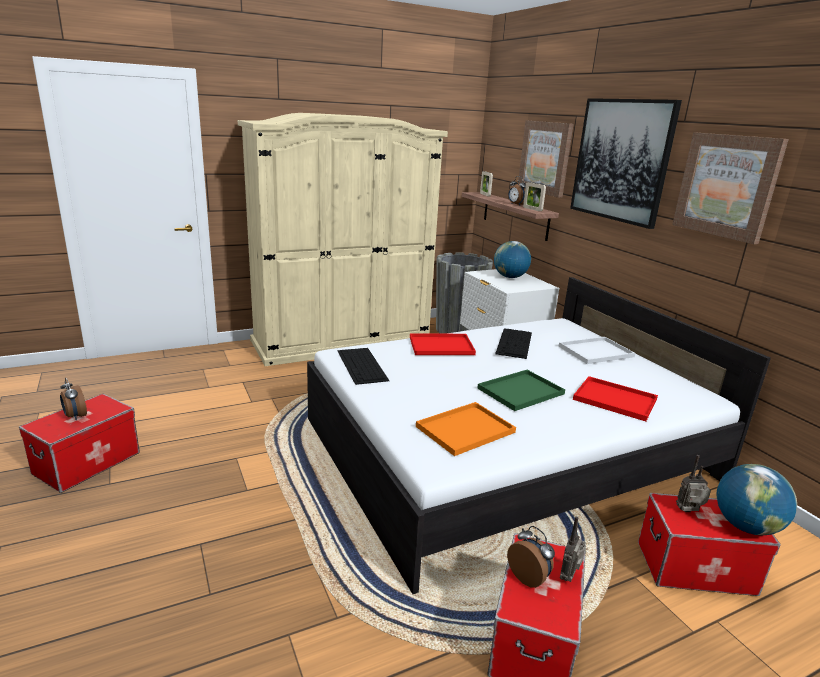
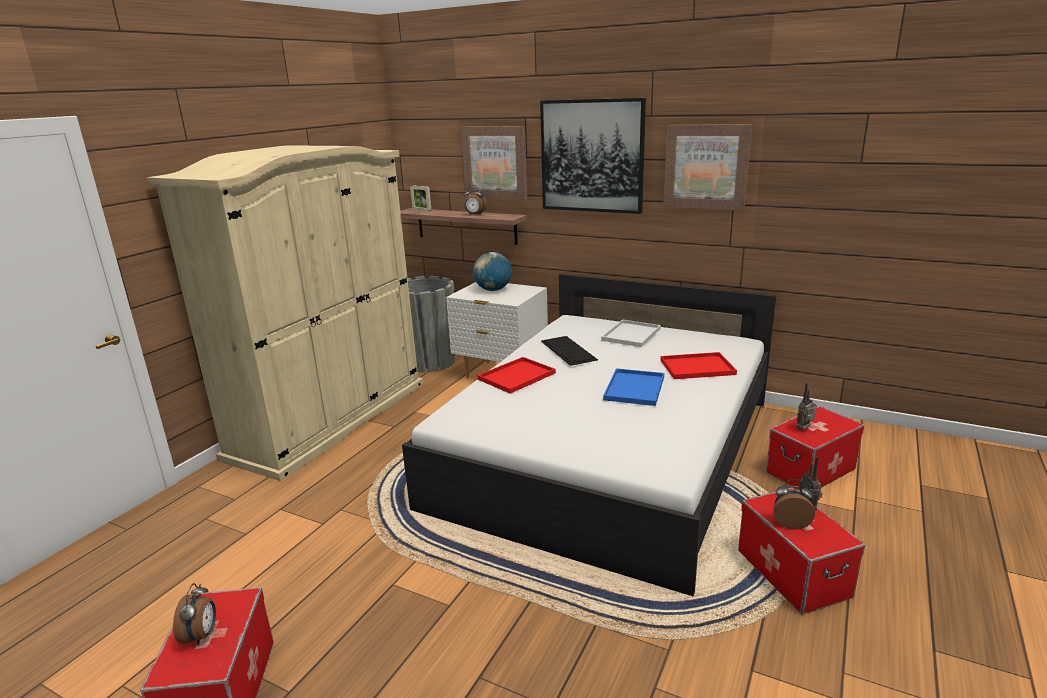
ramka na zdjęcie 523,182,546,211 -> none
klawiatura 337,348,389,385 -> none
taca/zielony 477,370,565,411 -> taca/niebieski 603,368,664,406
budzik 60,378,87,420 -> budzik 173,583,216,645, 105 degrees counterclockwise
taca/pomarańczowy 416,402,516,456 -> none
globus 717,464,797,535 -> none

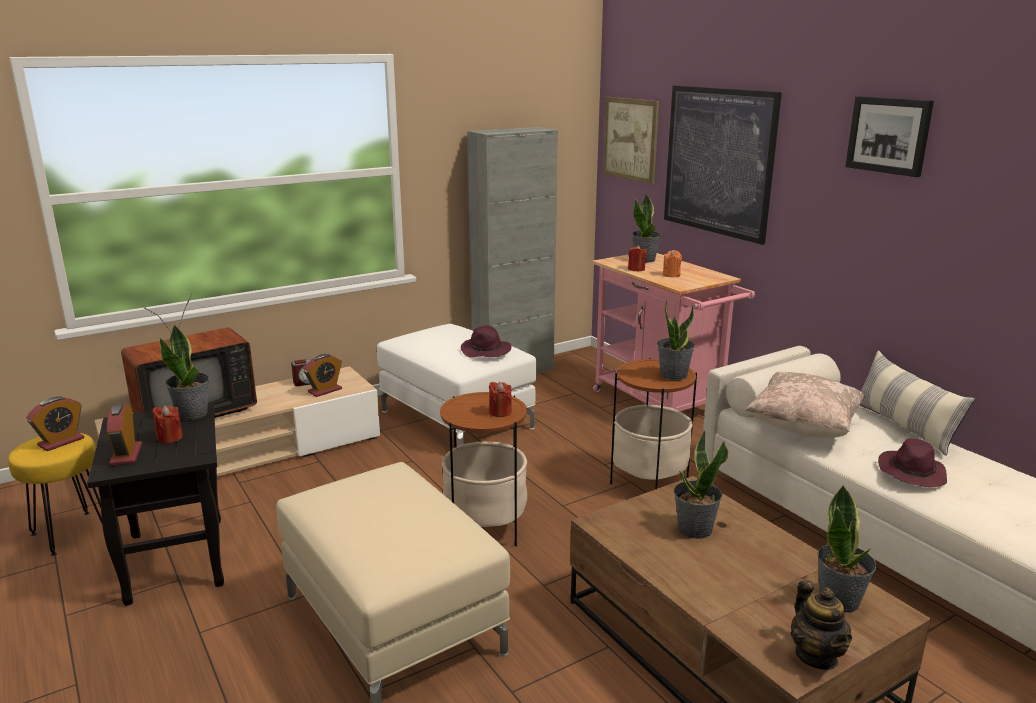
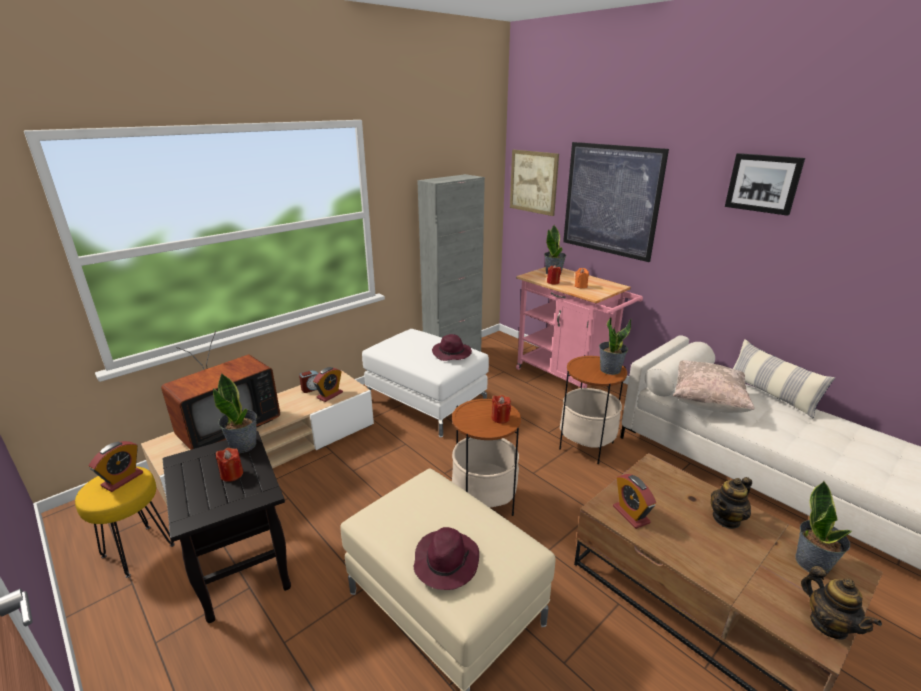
budzik 107,403,142,466 -> budzik 613,474,656,529, move
roślina doniczkowa 674,431,728,539 -> none
kapelusz/fioletowy 878,438,947,487 -> kapelusz/fioletowy 413,527,479,590, move
none -> imbryk 711,477,752,529

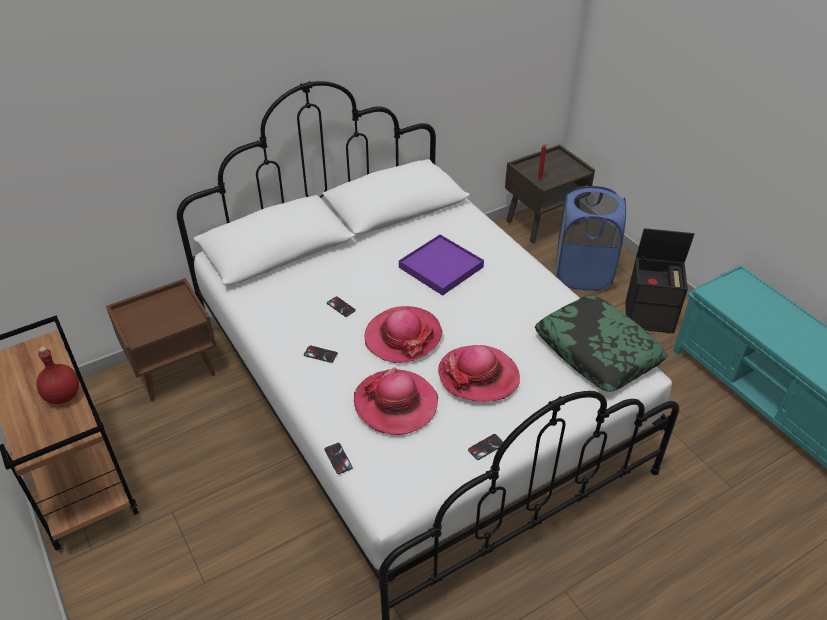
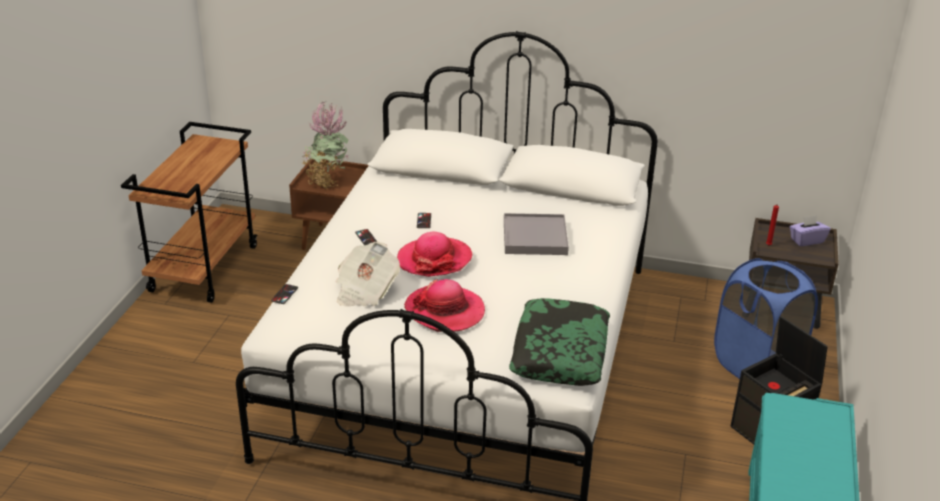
taca/fioletowy 399,234,484,296 -> taca/szary 504,213,569,255
butelka/czerwony 37,346,79,404 -> none
kapelusz 354,368,438,435 -> gazeta 336,242,400,307
telefon 468,434,503,460 -> none
none -> roślina doniczkowa 302,101,349,189
none -> pudełko chusteczek/fioletowy 790,215,831,246

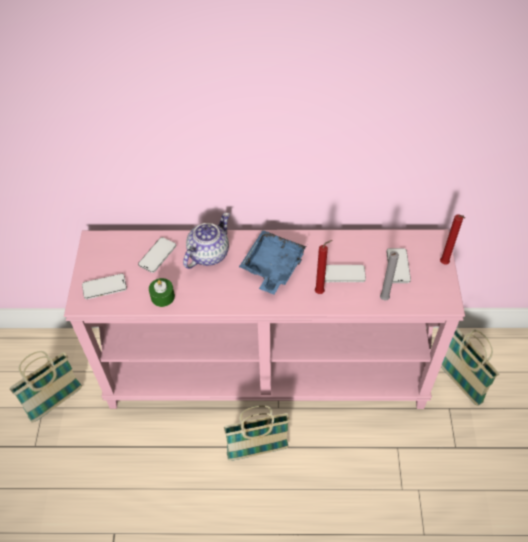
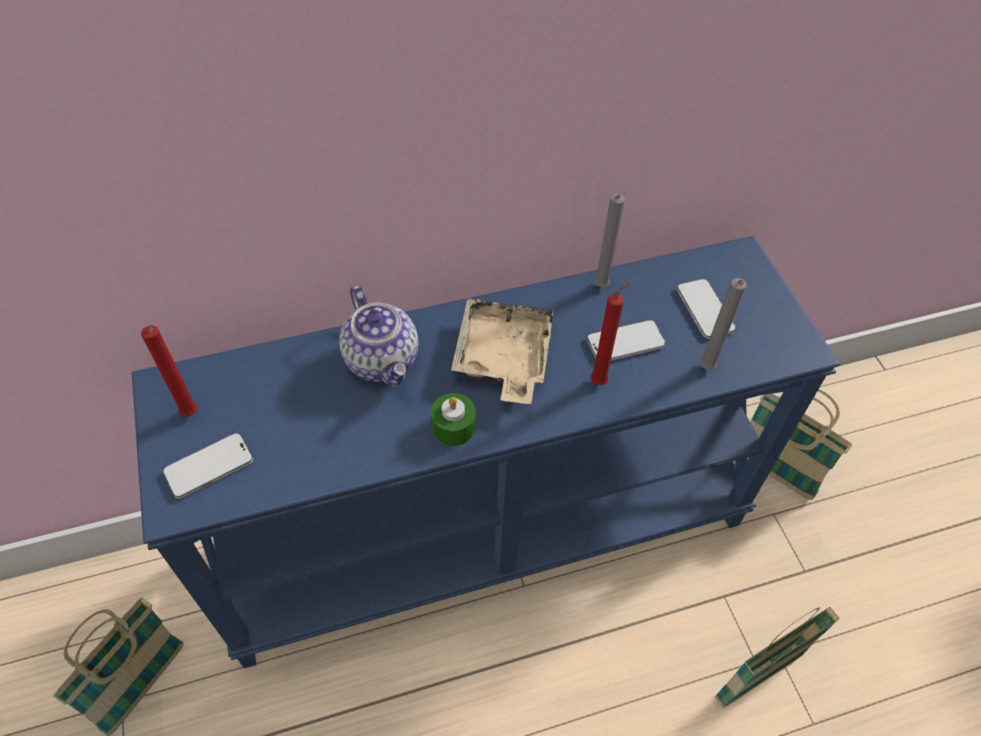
imbryk 183,213,230,269 -> imbryk 339,285,419,386, 135 degrees clockwise
świeca/czerwony 440,214,465,264 -> świeca/czerwony 141,325,197,417, move
stolik konsolowy/różowy 64,229,465,409 -> stolik konsolowy/niebieski 132,236,840,668
taca/niebieski 239,230,306,294 -> taca/beżowy 451,298,554,404
telefon 138,237,176,273 -> none
świeca/zielony 149,278,175,307 -> świeca/zielony 431,393,476,446, move
koszyk 224,406,290,461 -> koszyk 714,607,840,708, move
none -> świeca/szary 594,194,625,287

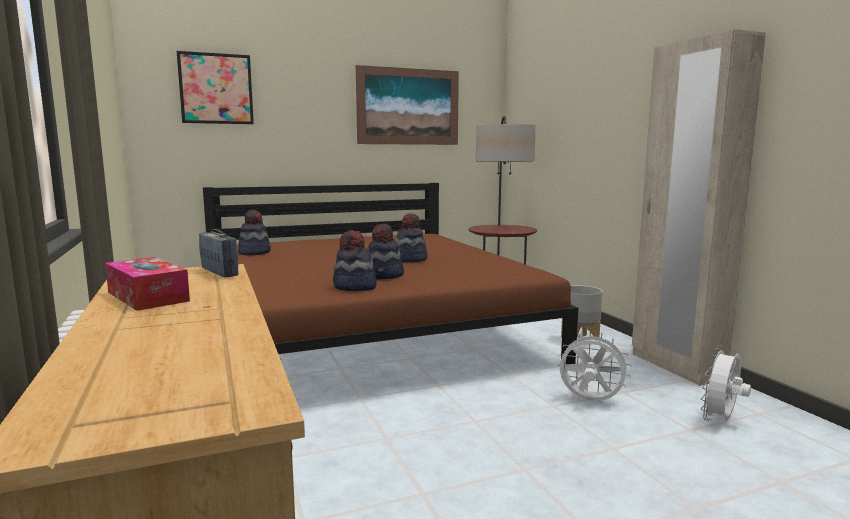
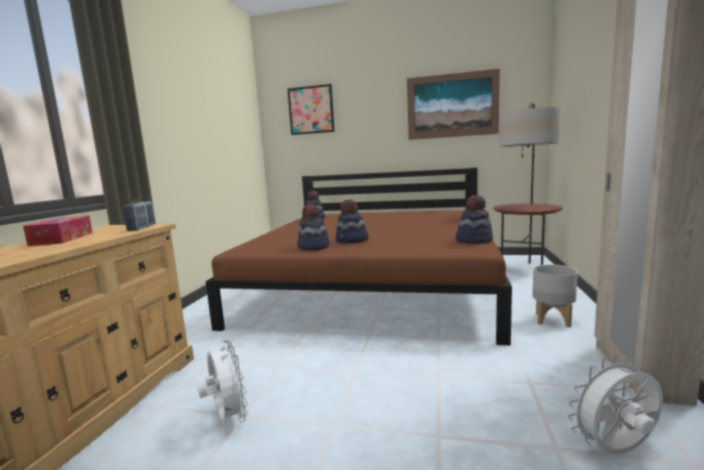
kapelusz 395,213,428,262 -> kapelusz 456,195,493,244, move
wentylator/biały 558,331,631,401 -> wentylator/biały 197,340,248,423, move

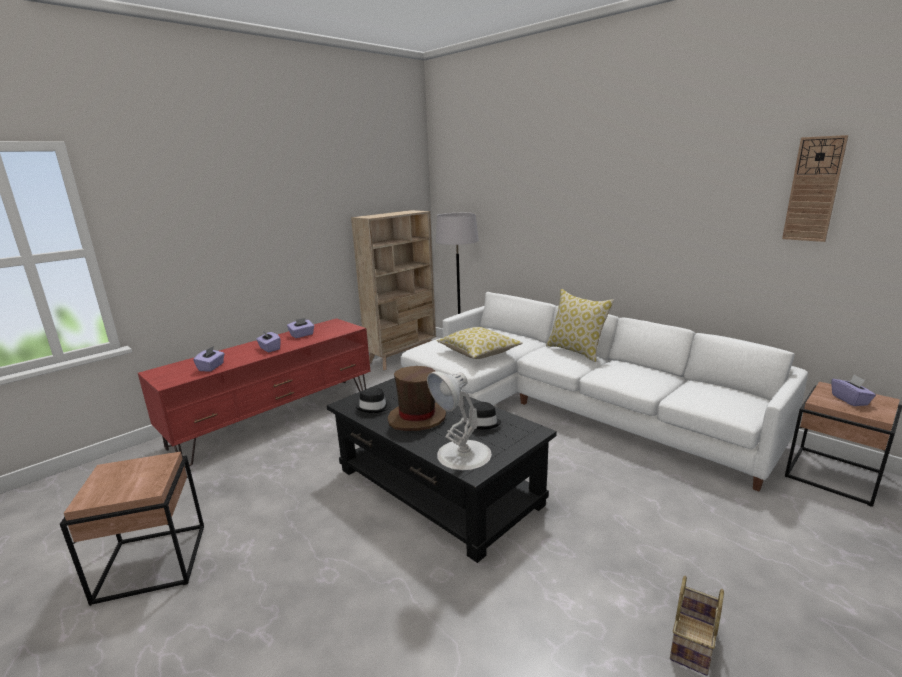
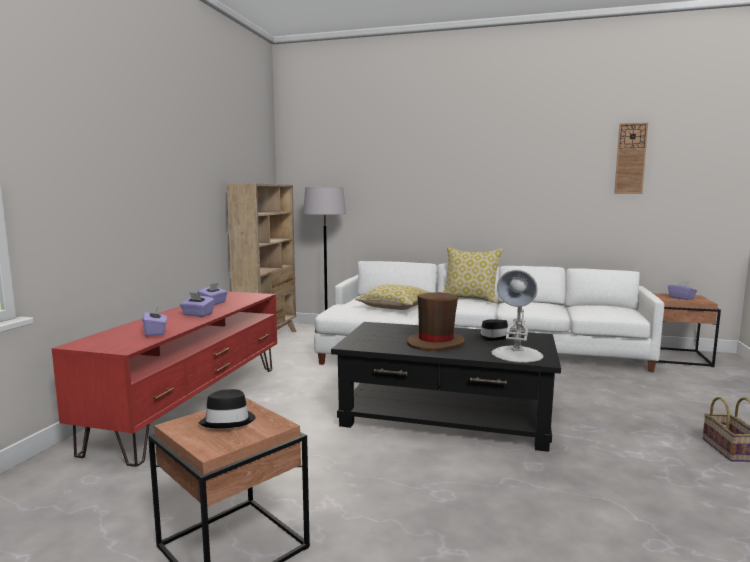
kapelusz/czarny 355,388,391,413 -> kapelusz/czarny 199,389,256,428, move

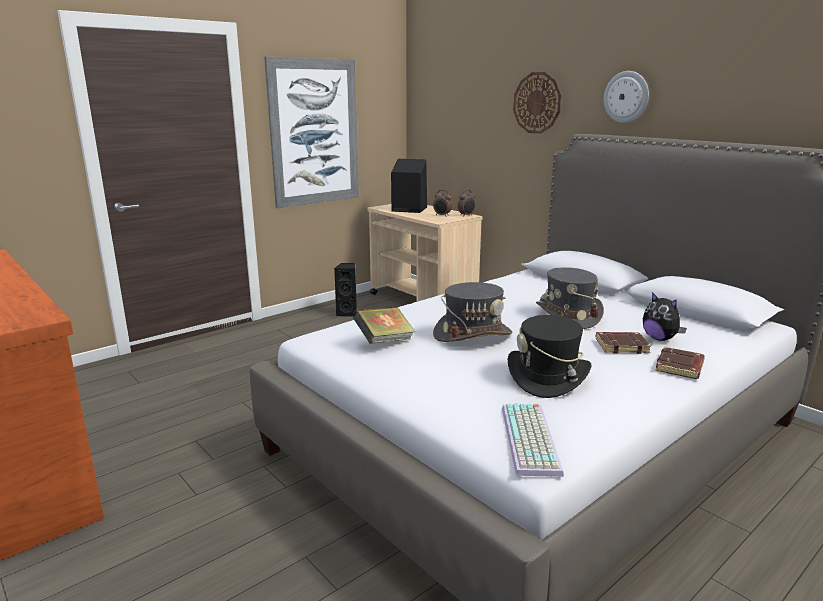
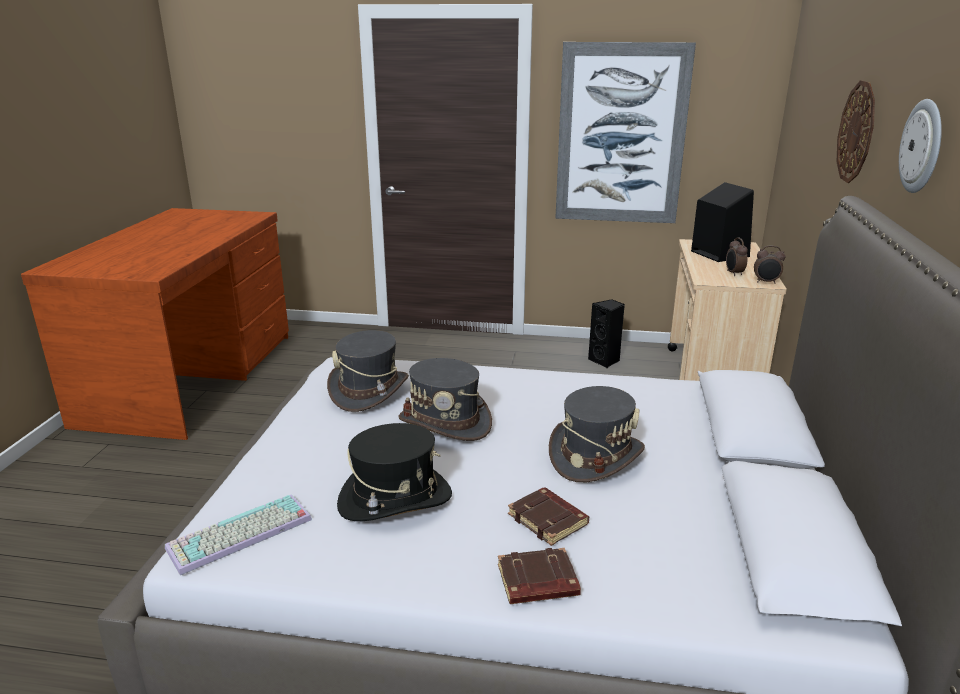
pluszak 643,292,687,341 -> none
książka 352,307,416,344 -> kapelusz/szary 327,330,409,412

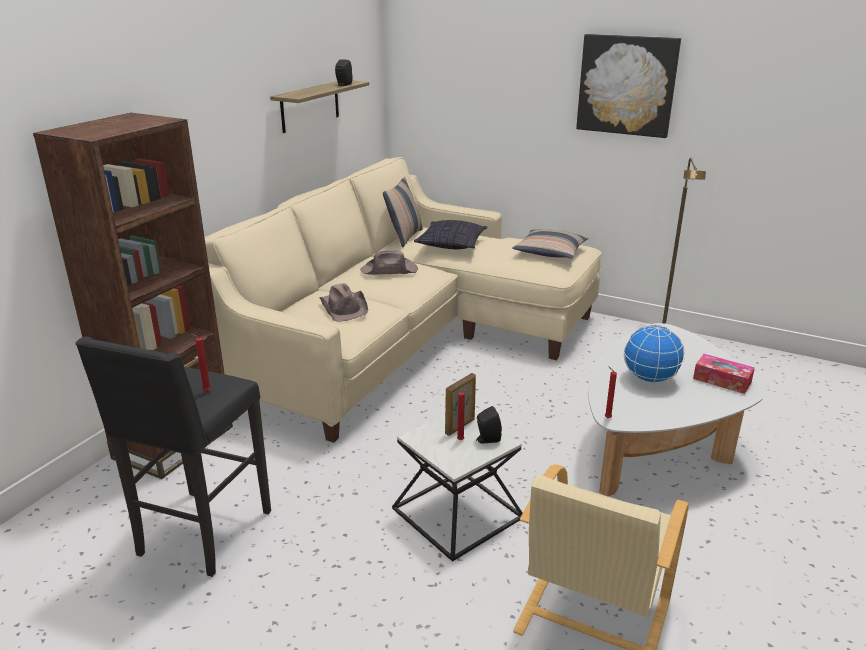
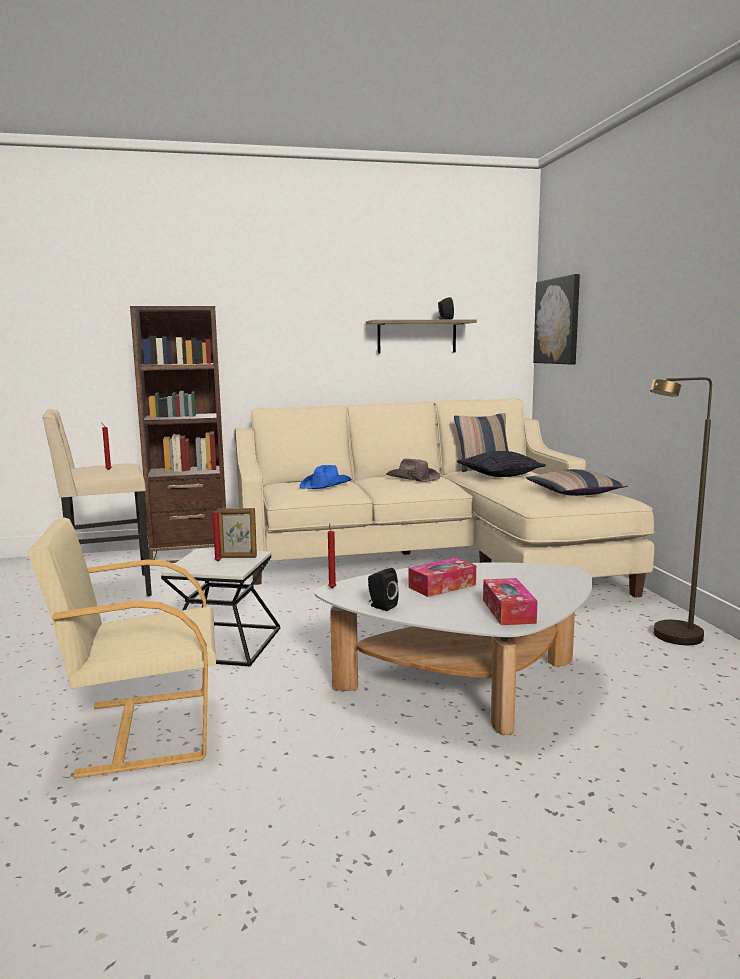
obraz 576,34,681,138 -> obraz 533,274,580,365, move
kapelusz/brązowy 319,283,368,322 -> kapelusz/niebieski 299,465,351,489
globus 624,325,684,383 -> pudełko chusteczek 408,558,476,597
stołek/czarny 75,336,271,577 -> stołek/beżowy 42,409,152,596
głośnik/czarny 476,406,502,443 -> głośnik/czarny 368,568,399,611, move

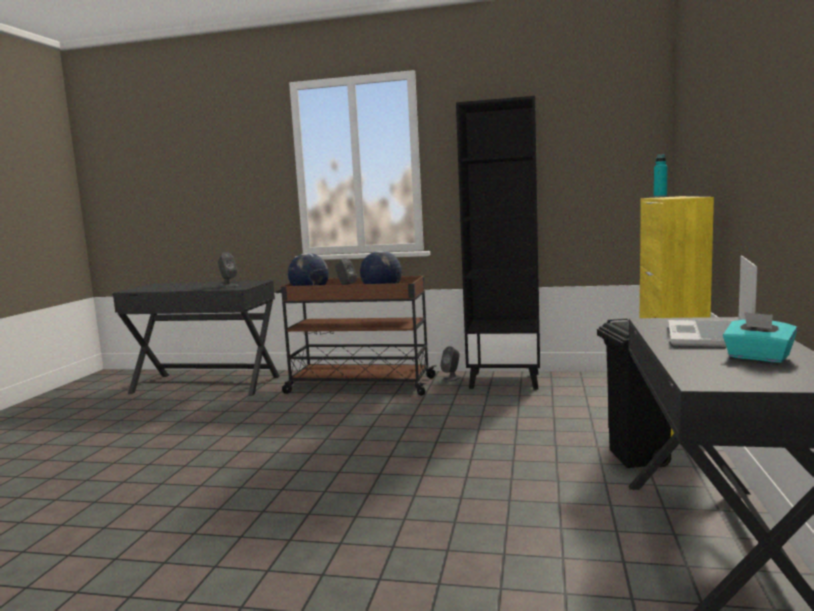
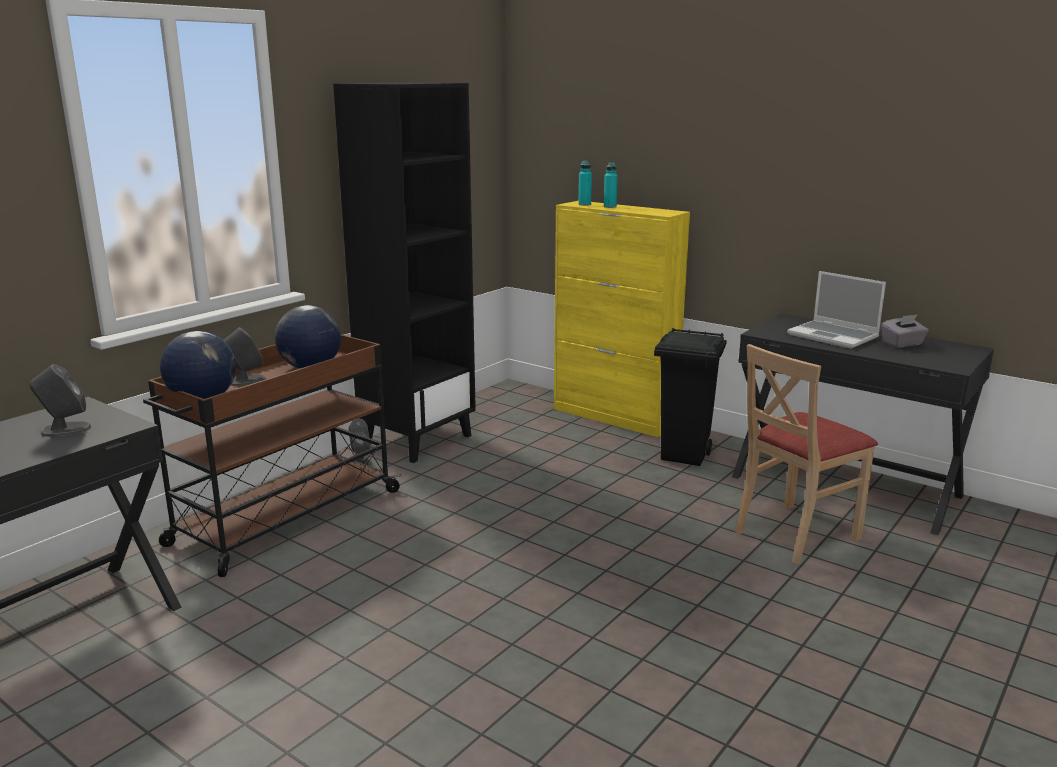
pudełko chusteczek/turkusowy 723,312,797,363 -> pudełko chusteczek/szary 881,315,929,348
none -> butelka/turkusowy 604,162,618,208
none -> krzesło/beżowy 735,344,878,564

